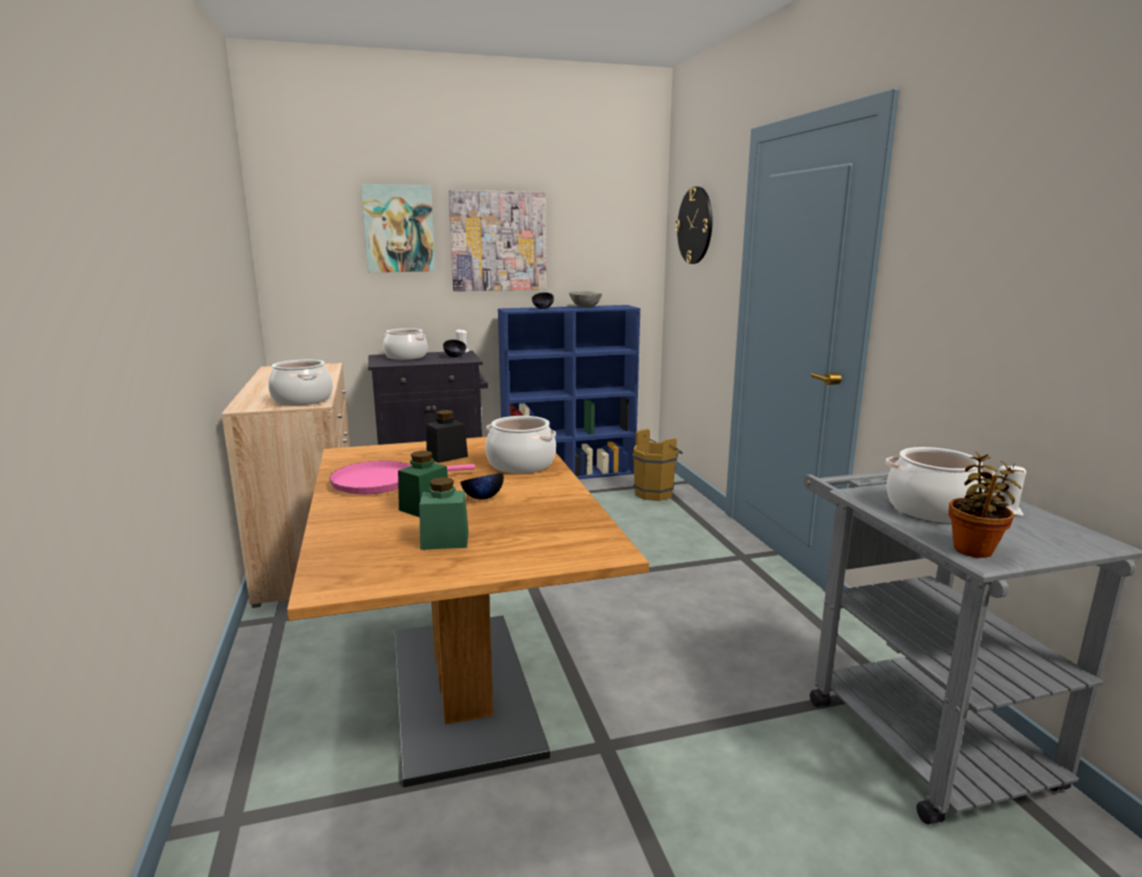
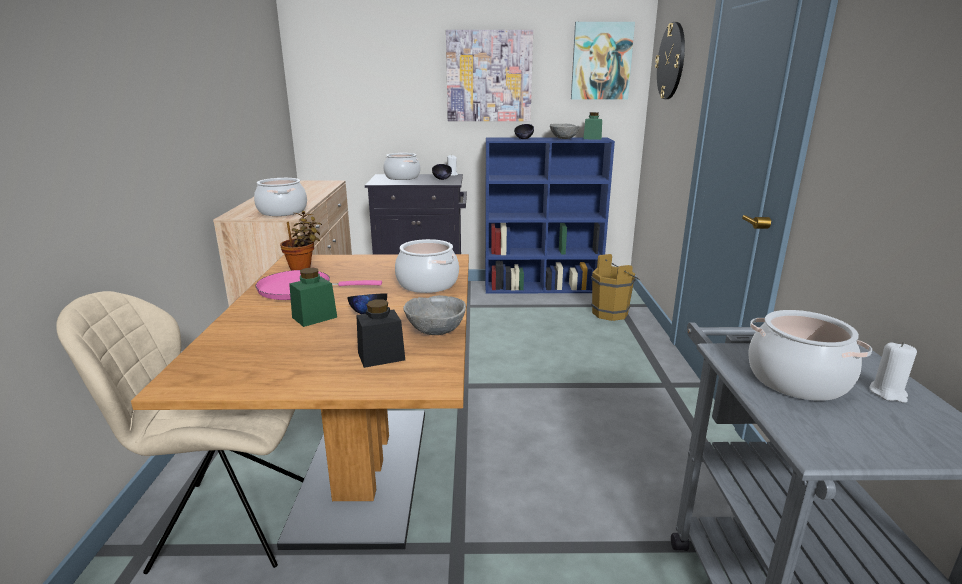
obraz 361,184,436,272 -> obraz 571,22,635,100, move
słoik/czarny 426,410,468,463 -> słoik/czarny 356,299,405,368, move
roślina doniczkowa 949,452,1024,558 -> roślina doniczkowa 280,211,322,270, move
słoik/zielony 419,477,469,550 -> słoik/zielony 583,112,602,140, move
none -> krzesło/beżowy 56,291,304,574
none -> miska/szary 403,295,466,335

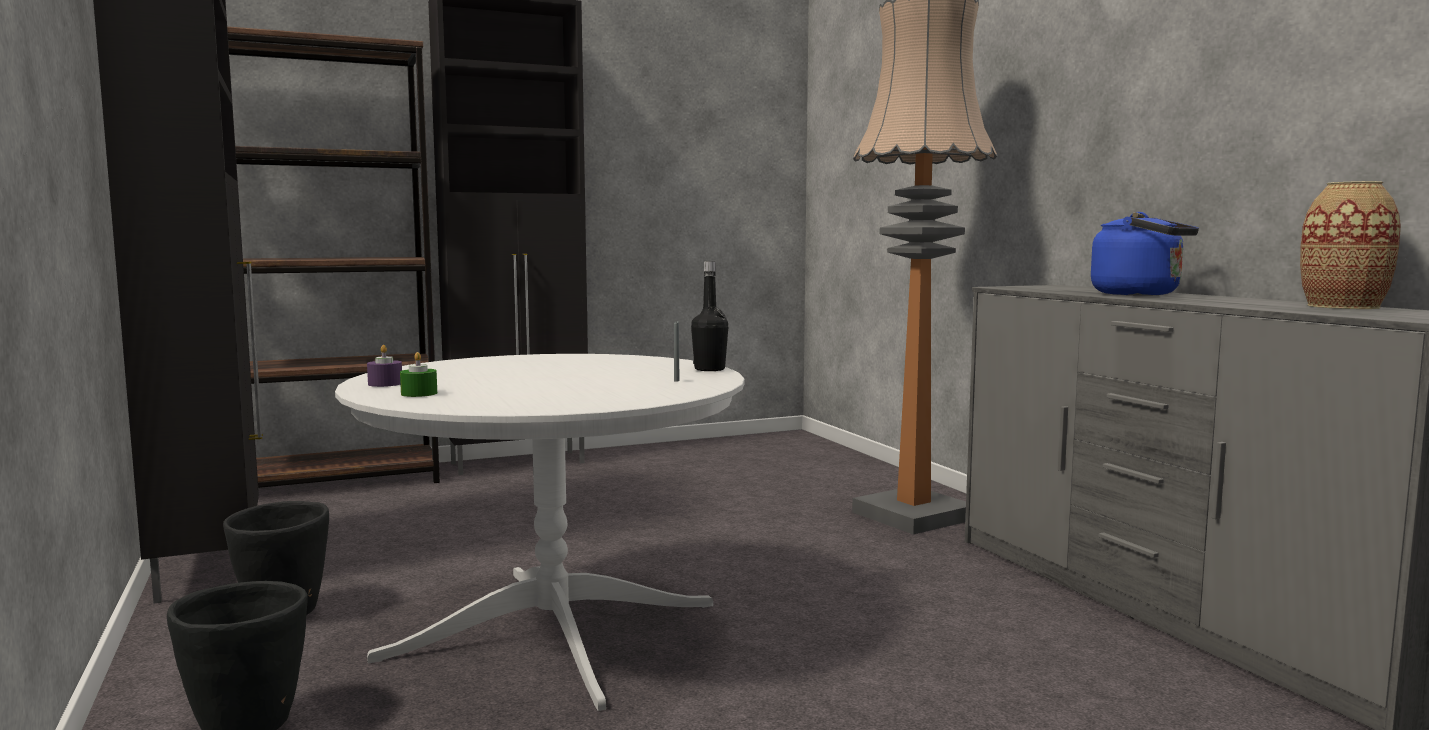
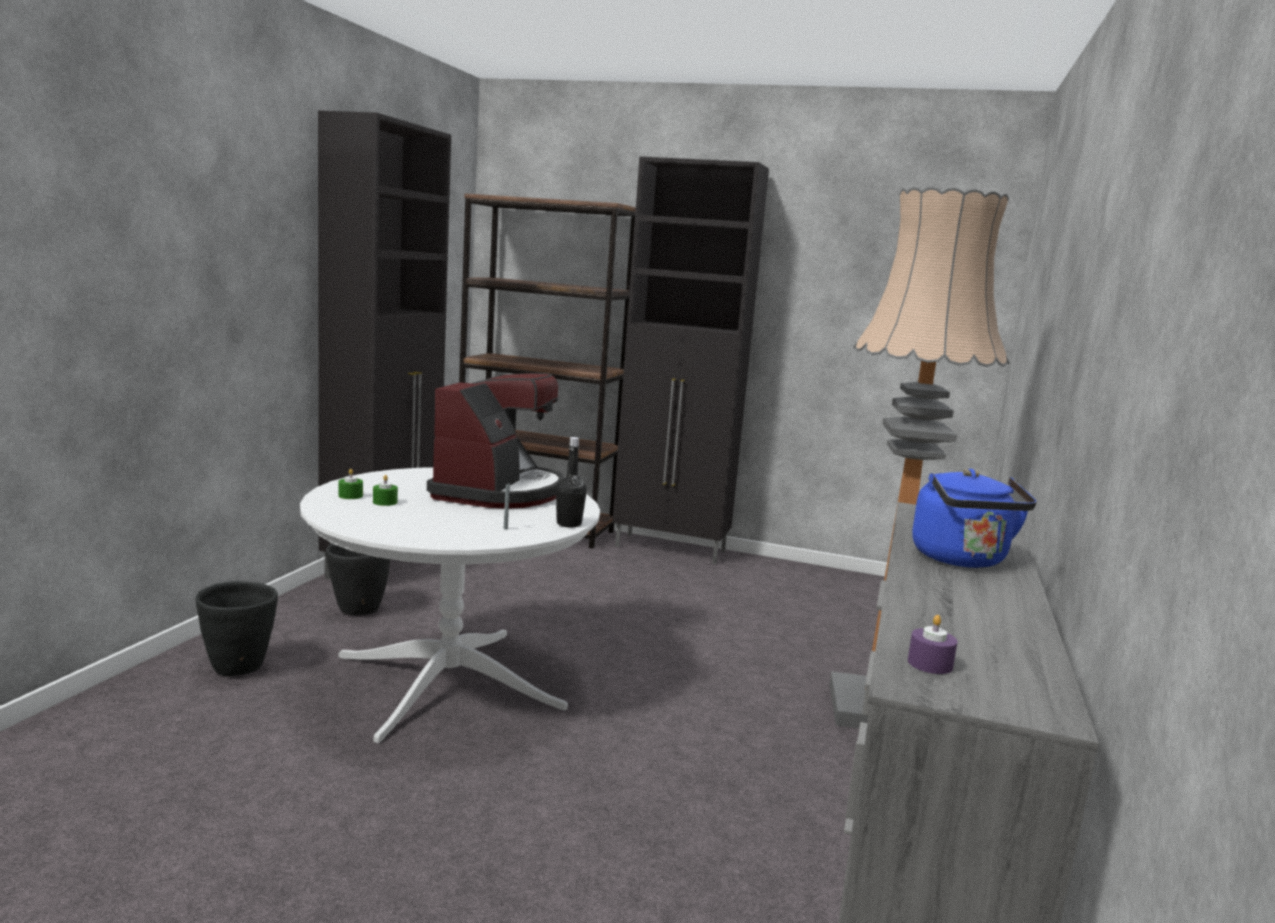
wazon 1300,181,1401,309 -> none
świeca/fioletowy 367,345,402,387 -> świeca/fioletowy 908,615,957,674, move
none -> ekspres do kawy 427,373,565,509
none -> świeca/zielony 373,475,398,506

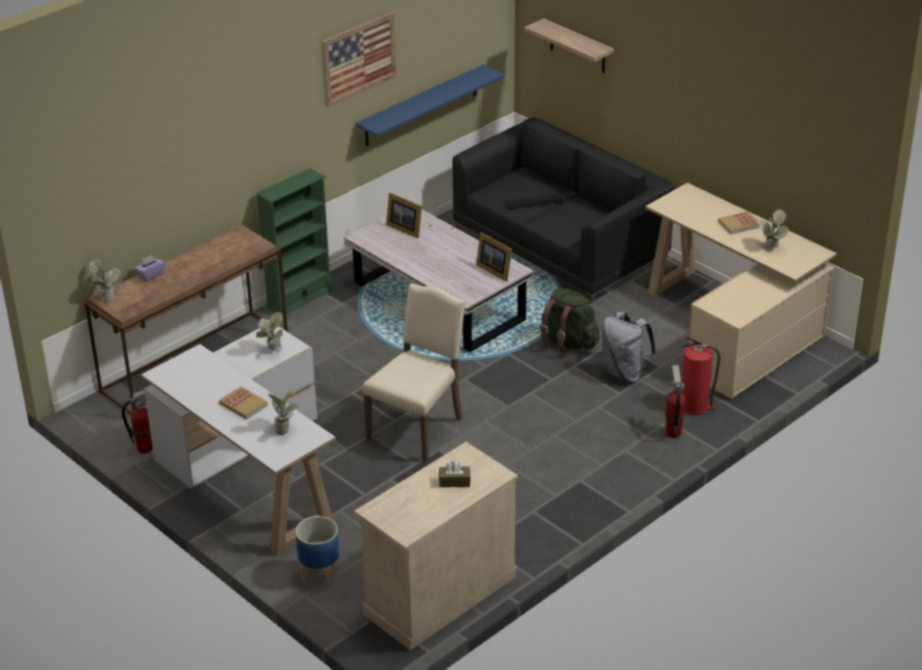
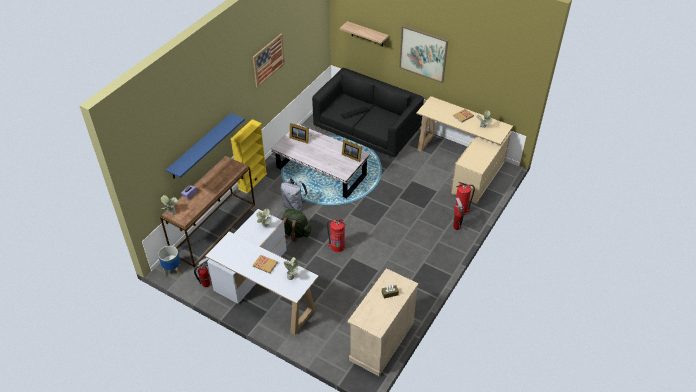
półka/niebieski 356,65,504,146 -> półka/niebieski 166,113,245,179, move
regał/zielony 256,168,333,316 -> regał/żółty 230,119,267,193
krzesło/beżowy 362,283,466,463 -> gaśnica 327,219,346,252
plecak/zielony 540,288,599,354 -> plecak/zielony 281,209,311,242, move
plecak/szary 602,312,656,383 -> plecak/szary 281,178,308,211, move
donica 296,516,339,585 -> donica 158,246,180,276, move
none -> obraz 399,25,448,83

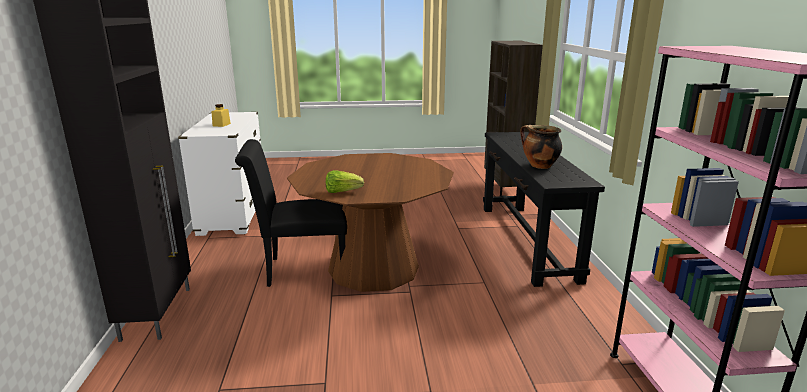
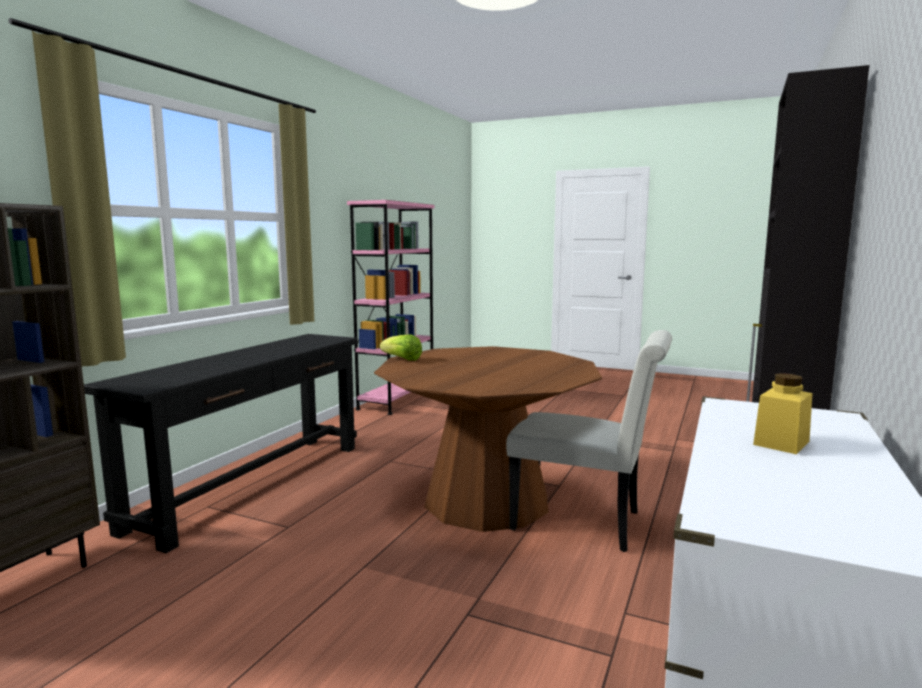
garnek 520,125,562,169 -> none
krzesło/czarny 235,139,347,287 -> krzesło/biały 506,330,672,552
sałata 326,170,364,193 -> sałata 380,334,422,361, move

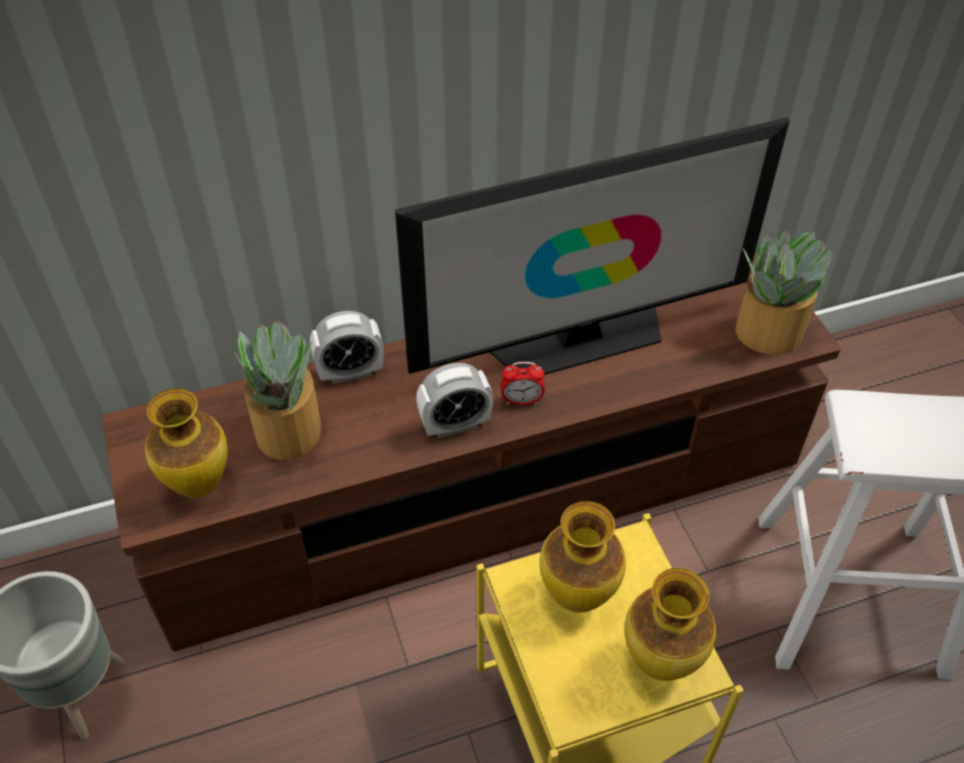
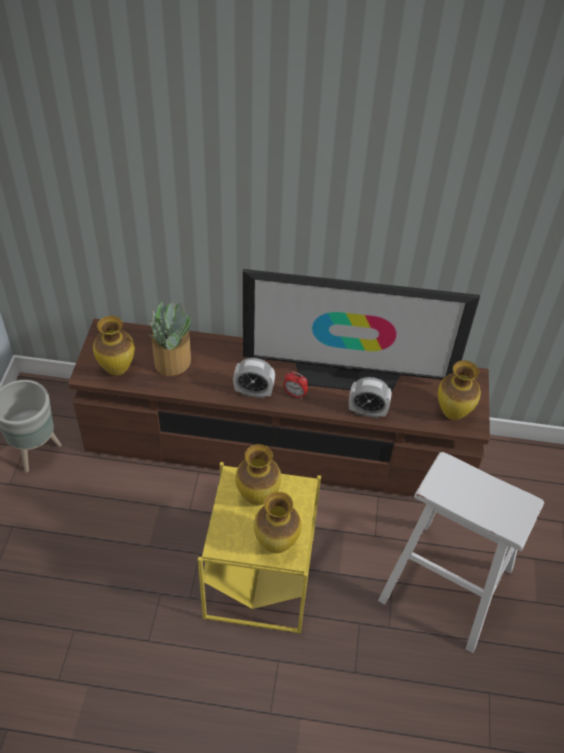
roślina doniczkowa 735,230,832,355 -> wazon 438,360,481,420
budzik 310,311,384,384 -> budzik 349,377,391,418, move

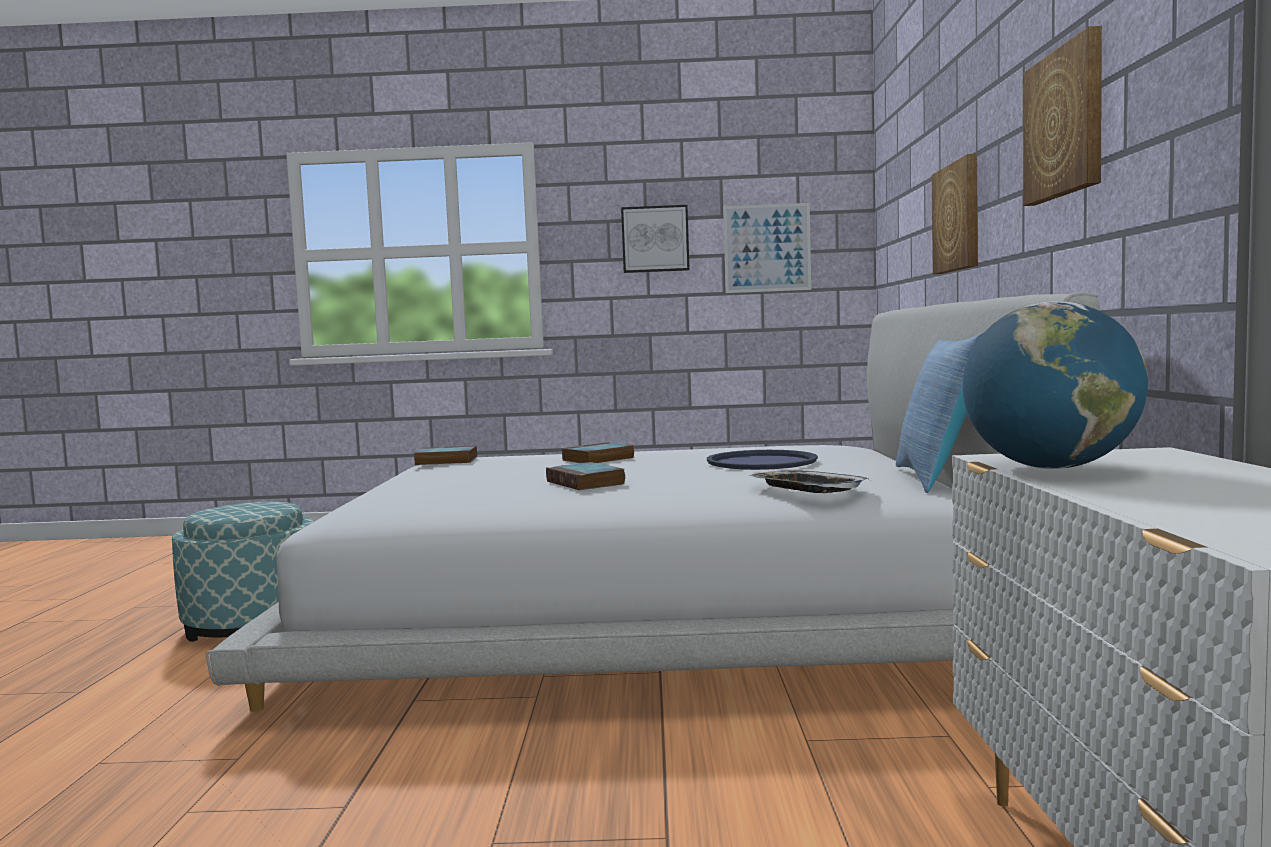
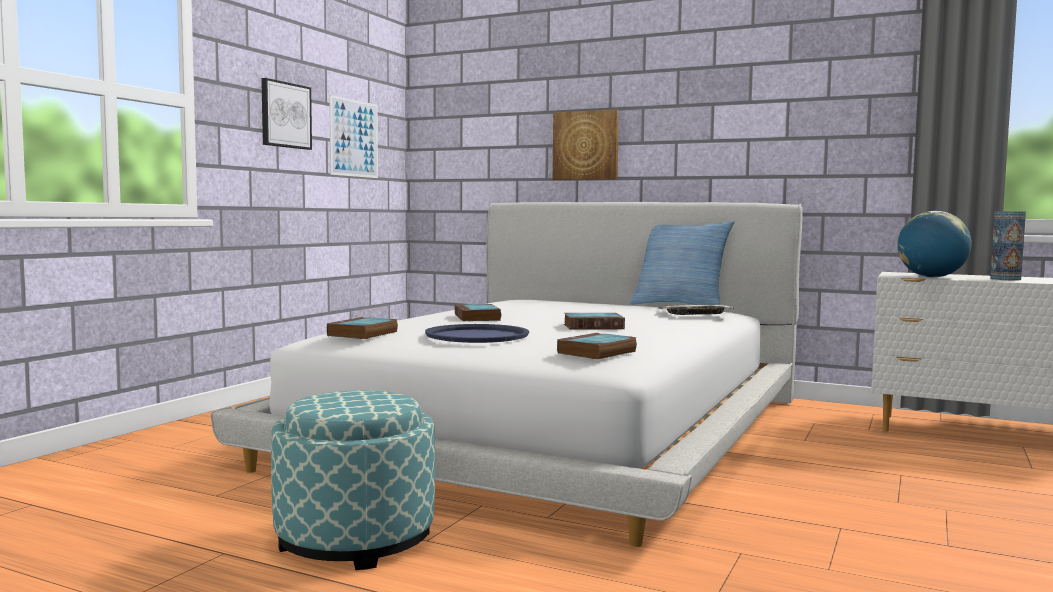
obraz 1023,26,1102,206 -> none
taca/niebieski 707,450,818,470 -> taca/niebieski 425,324,529,343, move
none -> wazon 990,211,1026,281
none -> książka 557,333,637,359

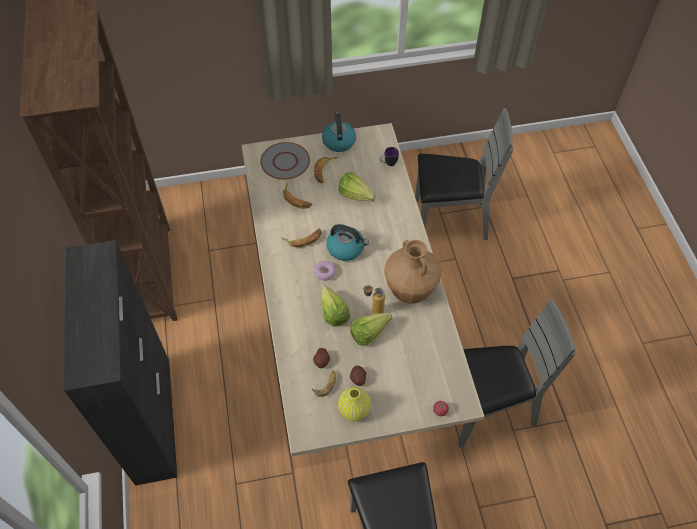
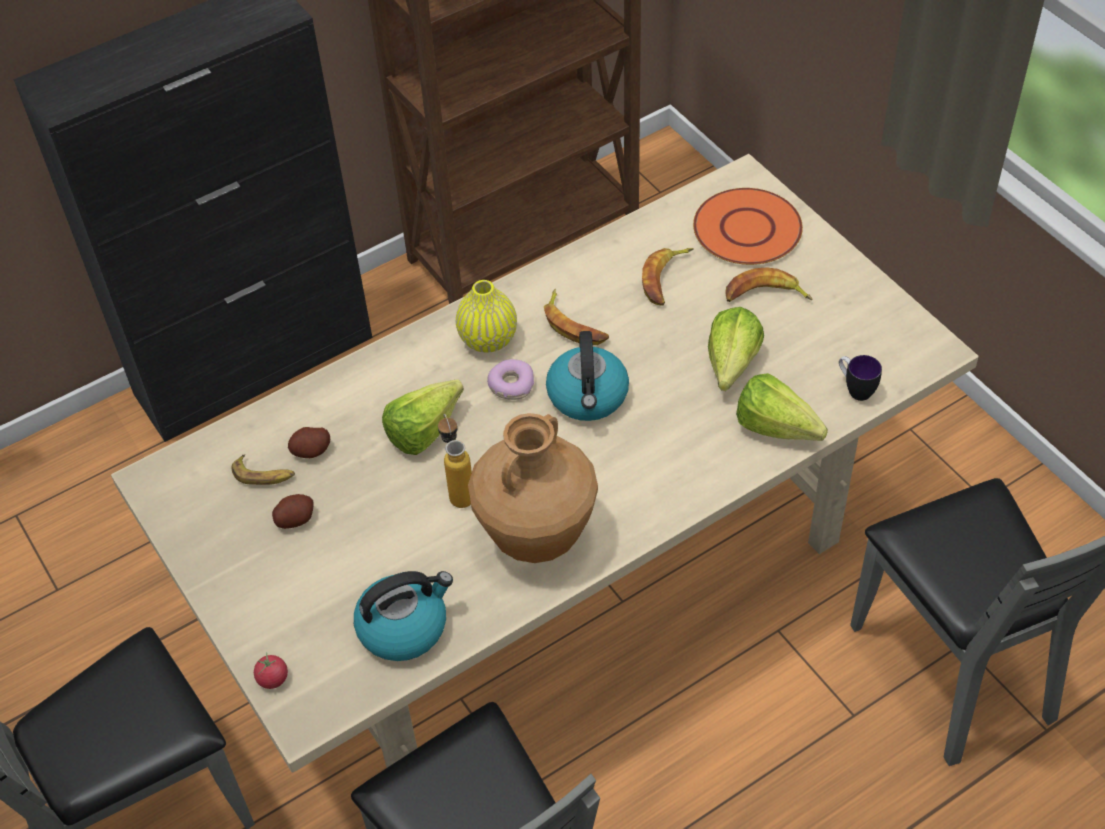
czajnik 322,113,356,152 -> czajnik 354,571,453,661, move
talerz/szary 260,142,310,180 -> talerz/pomarańczowy 693,188,803,265
sałata 350,313,392,346 -> sałata 736,373,828,441, move
wazon/żółty 338,387,371,421 -> wazon/żółty 456,280,517,353, move

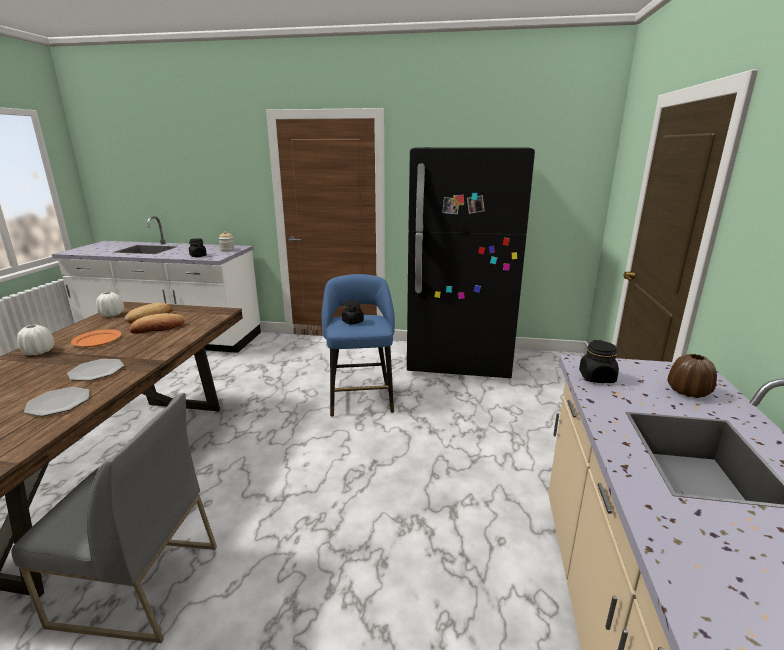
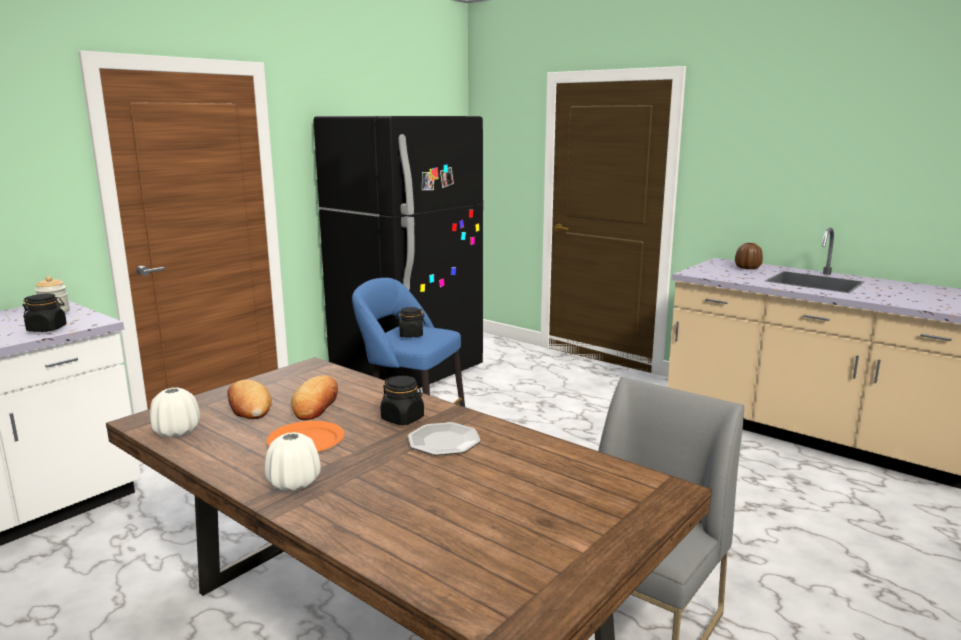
słoik/czarny 579,340,619,383 -> słoik/czarny 380,376,424,425, move
talerz 24,387,90,416 -> none

